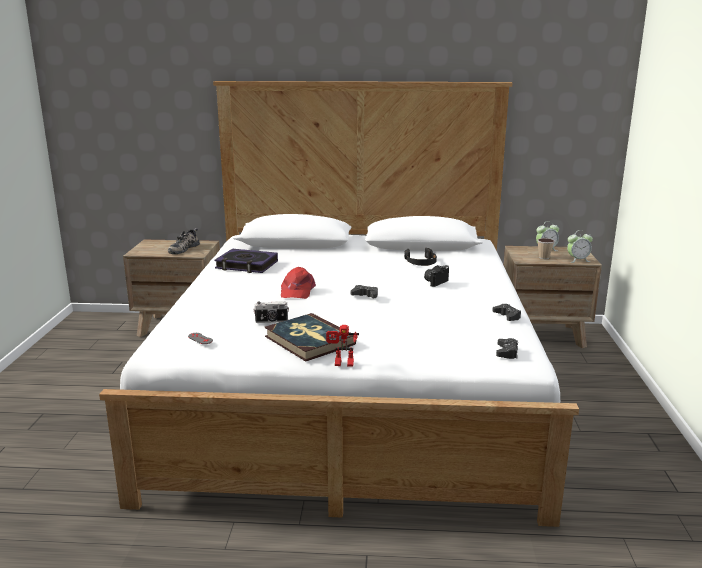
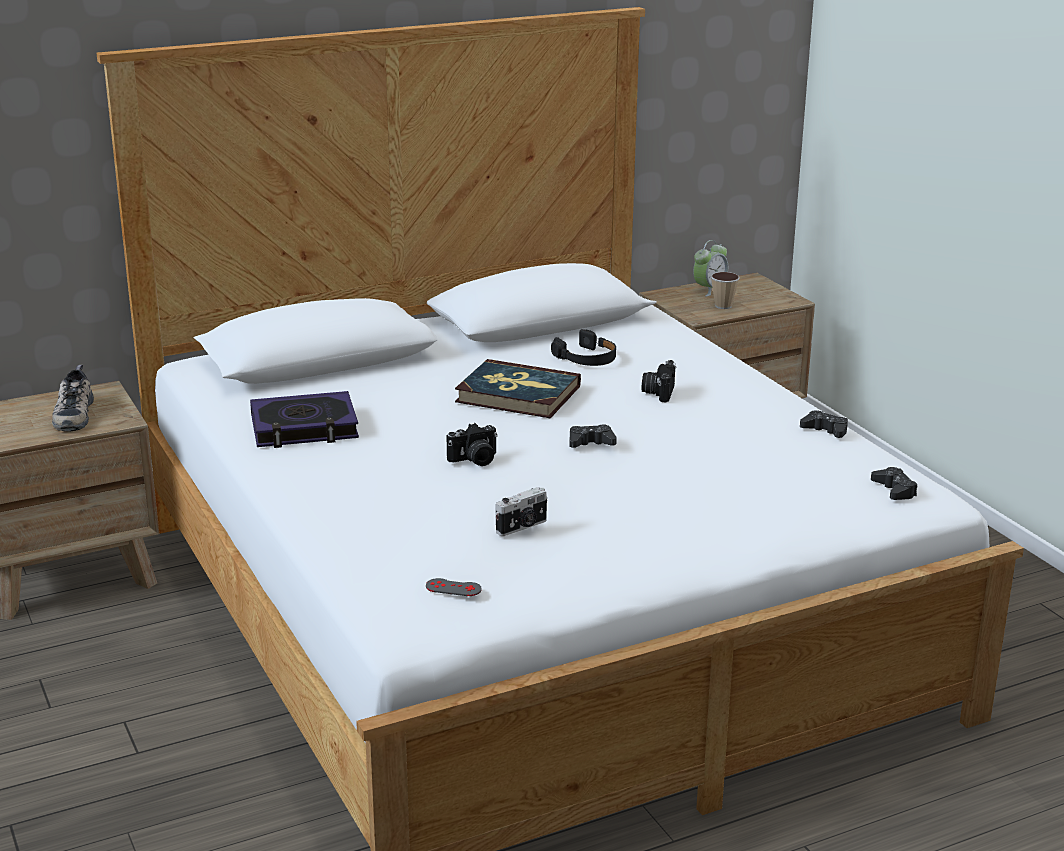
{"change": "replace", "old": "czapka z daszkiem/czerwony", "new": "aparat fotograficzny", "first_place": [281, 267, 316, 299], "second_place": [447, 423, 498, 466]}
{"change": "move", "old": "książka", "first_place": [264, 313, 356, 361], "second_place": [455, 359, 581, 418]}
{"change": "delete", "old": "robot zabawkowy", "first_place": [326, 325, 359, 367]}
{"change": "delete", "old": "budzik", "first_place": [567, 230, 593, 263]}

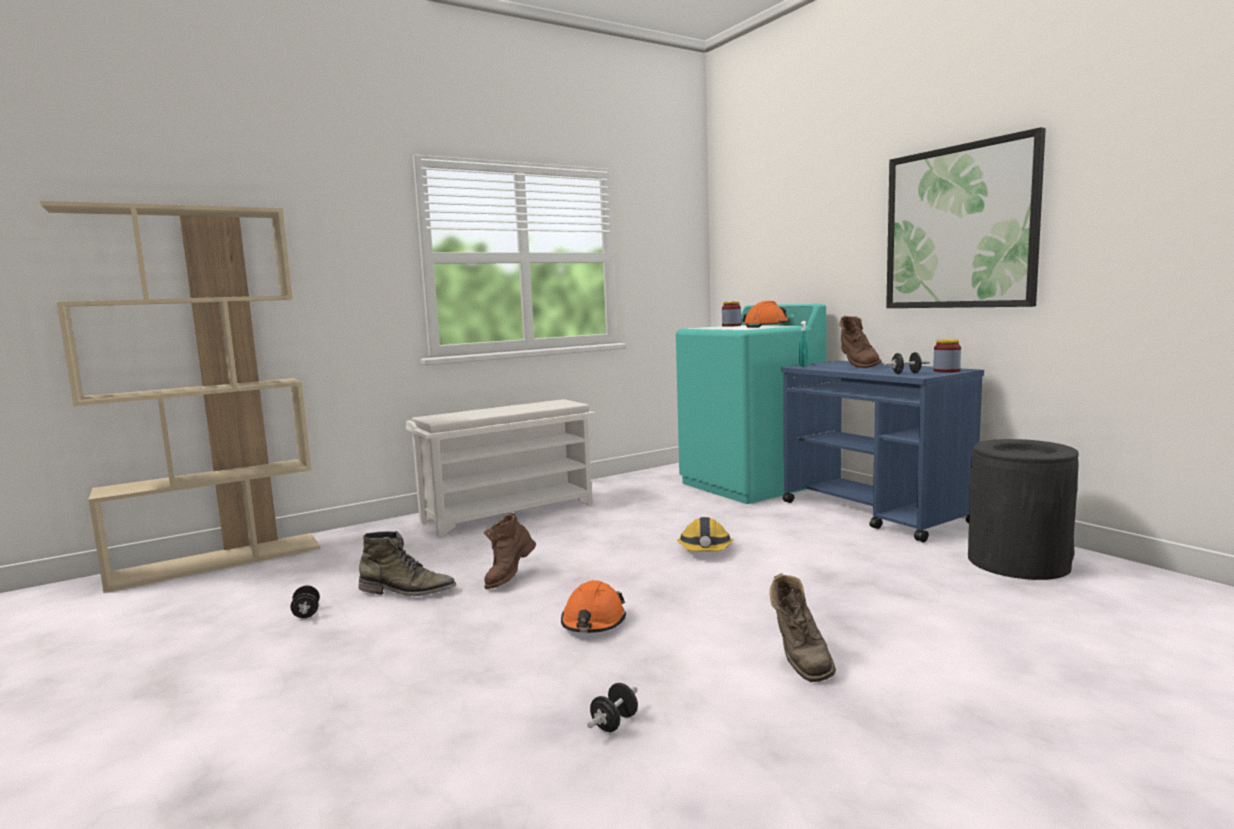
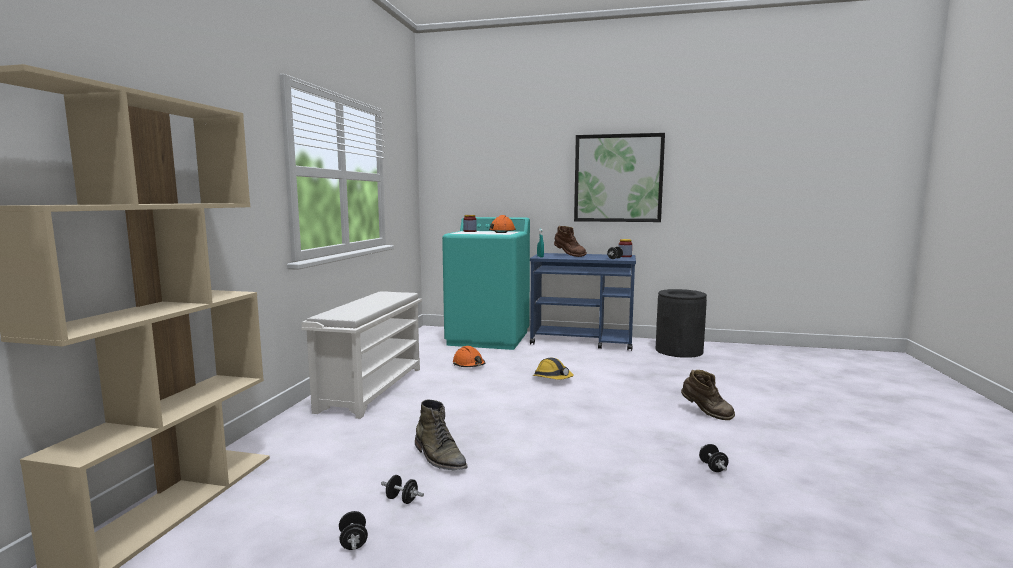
{"change": "insert", "new": "hantel/czarny", "second_place": [339, 511, 368, 550]}
{"change": "rotate", "old": "but z cholewką/zielony", "first_place": [359, 531, 456, 596], "second_place": [415, 399, 467, 471], "degrees": 90}
{"change": "move", "old": "kask/pomarańczowy", "first_place": [561, 580, 626, 633], "second_place": [453, 346, 485, 367]}
{"change": "delete", "old": "but z cholewką/brązowy", "first_place": [484, 513, 536, 589]}

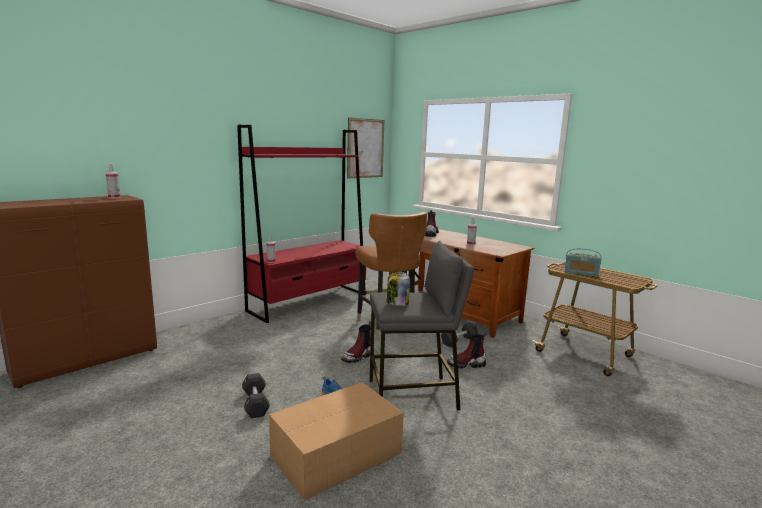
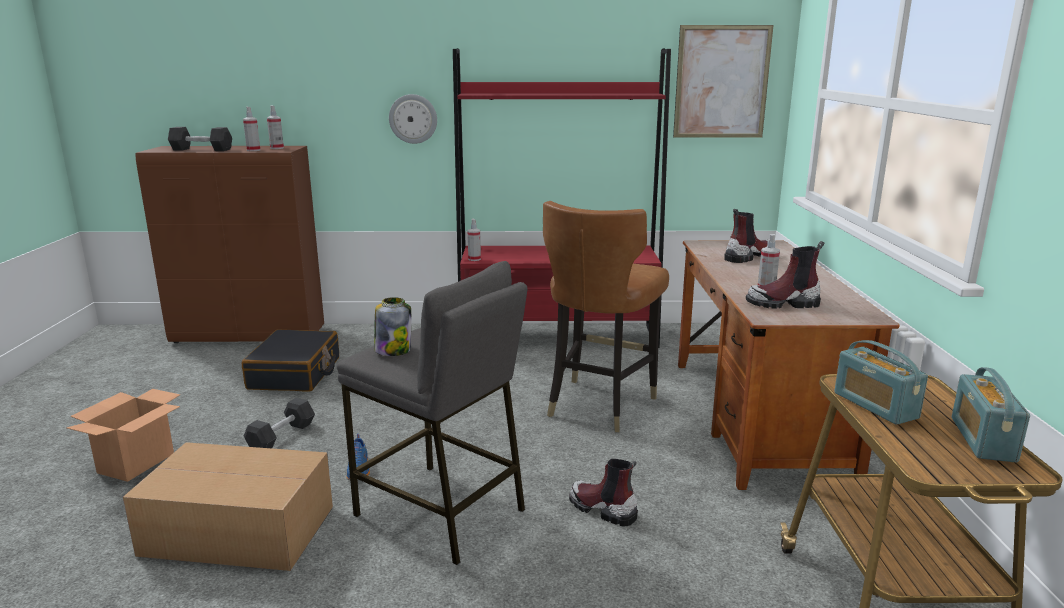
{"change": "insert", "new": "karton", "second_place": [67, 389, 180, 482]}
{"change": "move", "old": "hantel/czarny", "first_place": [441, 322, 478, 347], "second_place": [168, 127, 232, 151]}
{"change": "insert", "new": "walizka/czarny", "second_place": [242, 329, 339, 392]}
{"change": "insert", "new": "spryskiwacz", "second_place": [243, 107, 260, 151]}
{"change": "insert", "new": "zegar ścienny", "second_place": [389, 94, 437, 144]}
{"change": "move", "old": "but z cholewką", "first_place": [341, 321, 371, 363], "second_place": [746, 241, 824, 309]}
{"change": "insert", "new": "radio", "second_place": [952, 367, 1030, 462]}

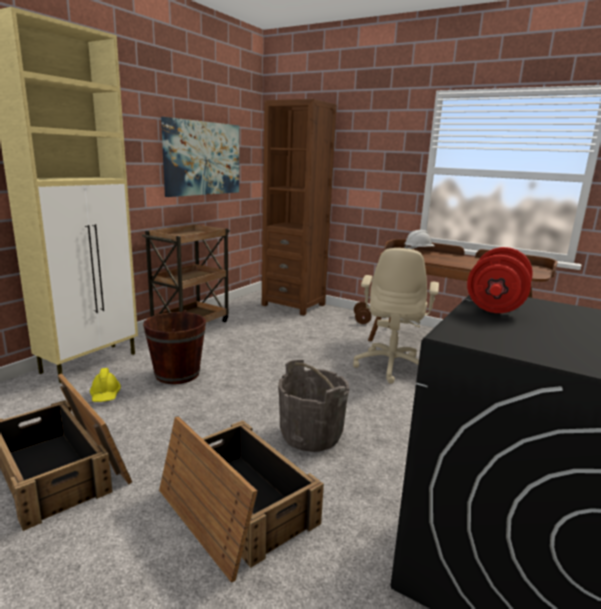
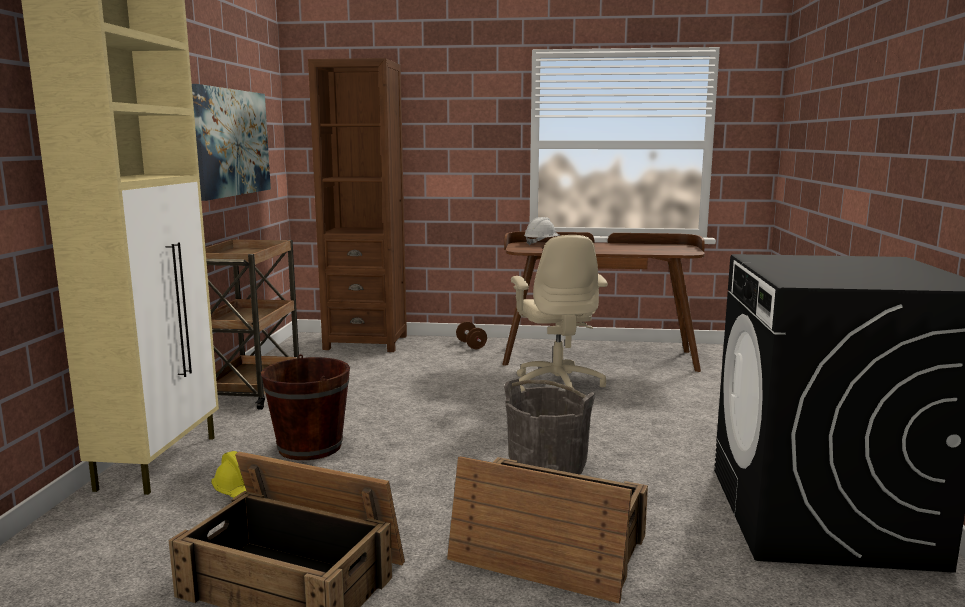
{"change": "delete", "old": "hantel/czerwony", "first_place": [467, 247, 533, 313]}

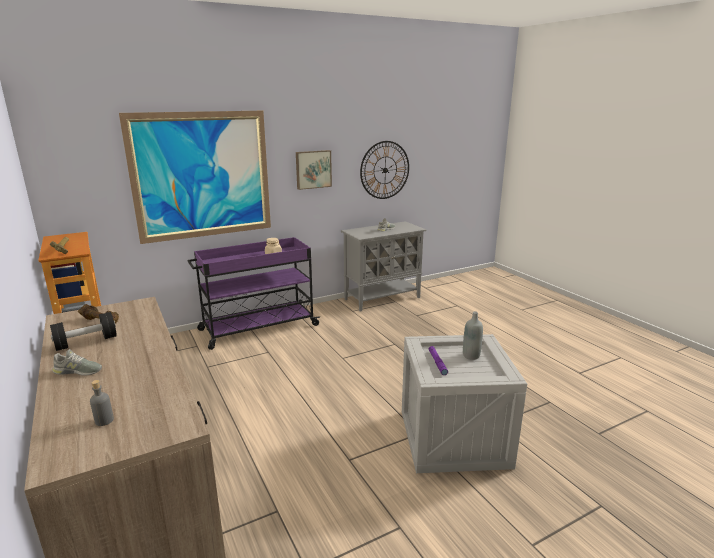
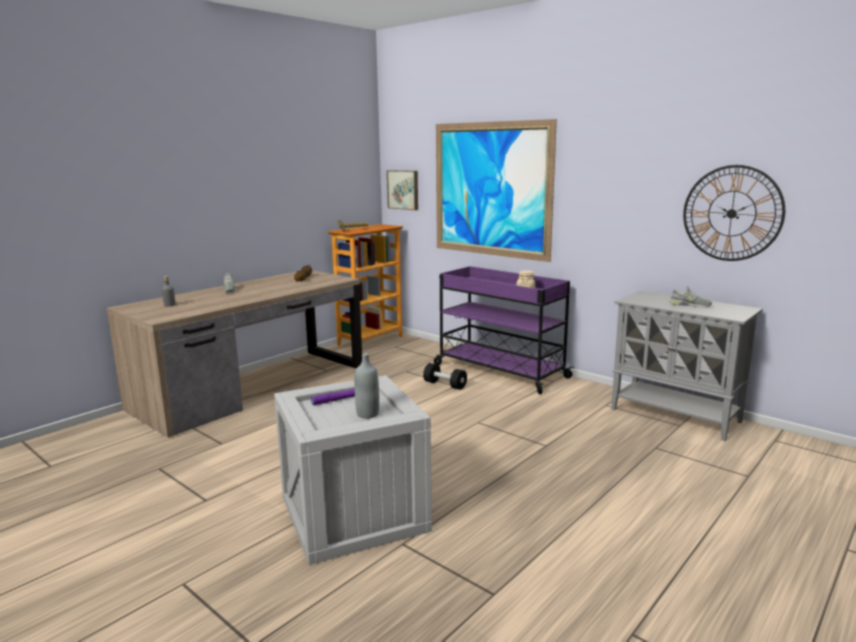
{"change": "move", "old": "obraz", "first_place": [296, 150, 332, 190], "second_place": [387, 170, 418, 210]}
{"change": "move", "old": "hantel/czarny", "first_place": [50, 312, 117, 351], "second_place": [423, 363, 467, 390]}

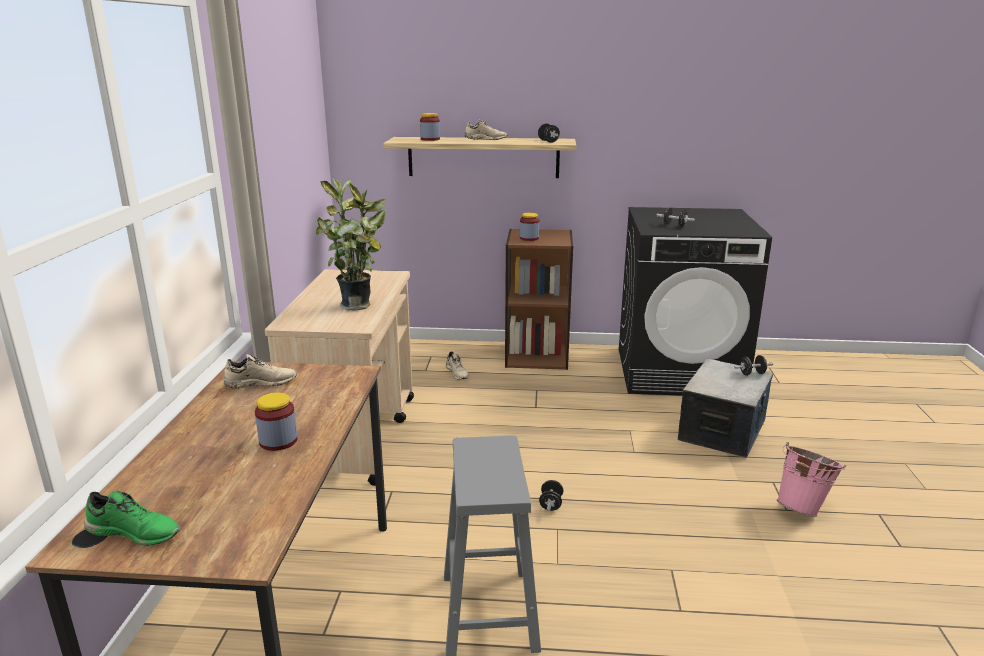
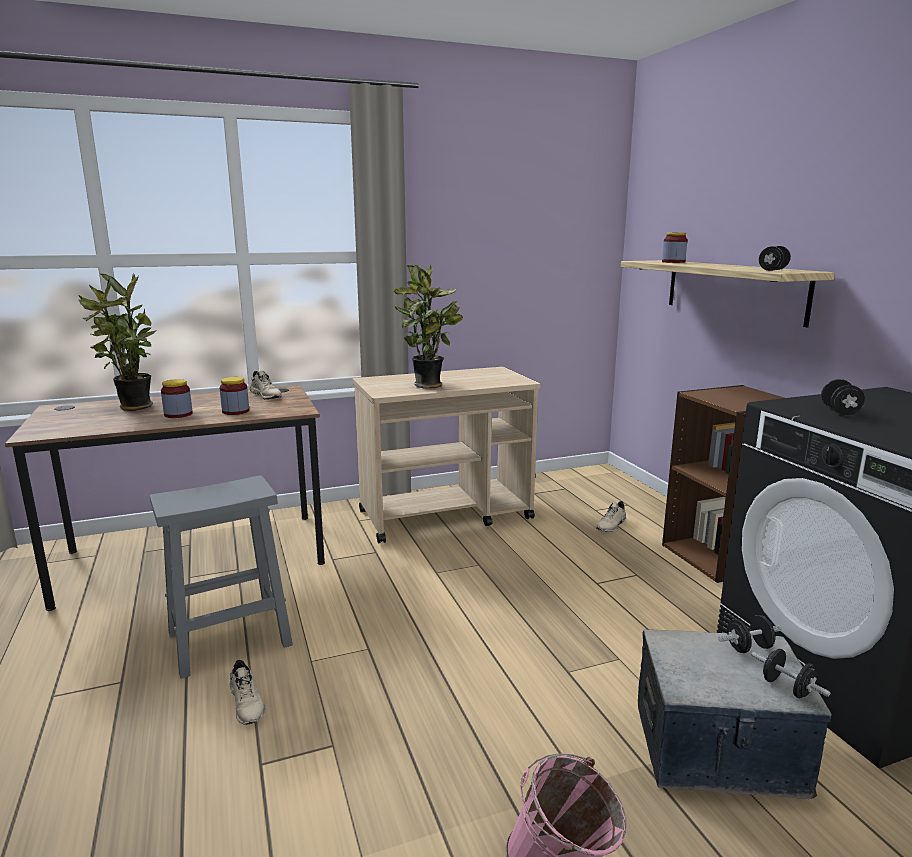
{"change": "insert", "new": "roślina doniczkowa", "second_place": [78, 274, 157, 411]}
{"change": "move", "old": "słoik", "first_place": [520, 213, 539, 241], "second_place": [219, 377, 249, 415]}
{"change": "move", "old": "but/beżowy", "first_place": [464, 119, 507, 140], "second_place": [230, 659, 265, 725]}
{"change": "move", "old": "hantel/czarny", "first_place": [539, 480, 563, 511], "second_place": [719, 615, 782, 653]}
{"change": "delete", "old": "but/zielony", "first_place": [84, 490, 180, 546]}

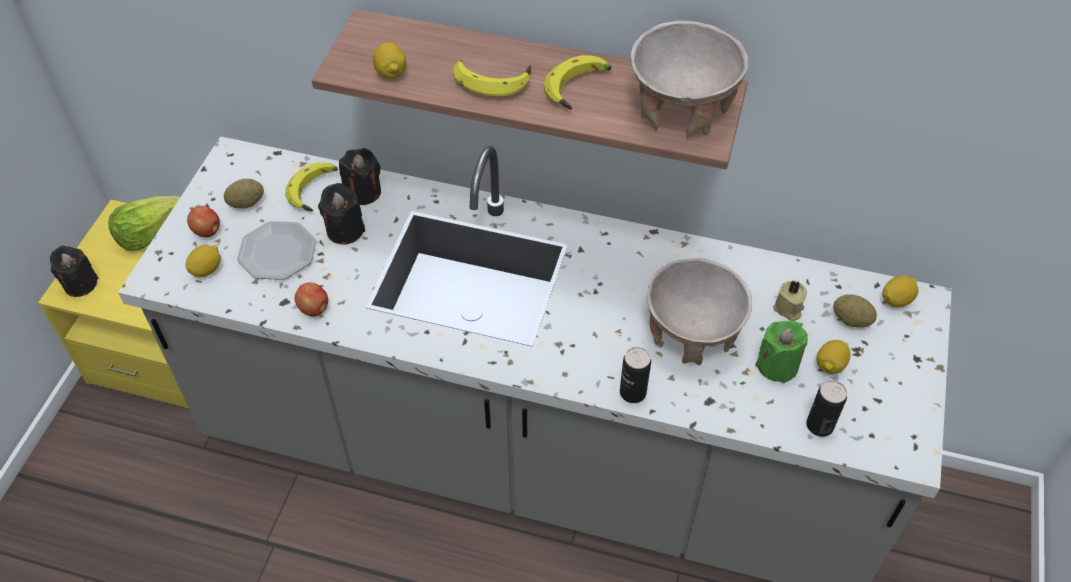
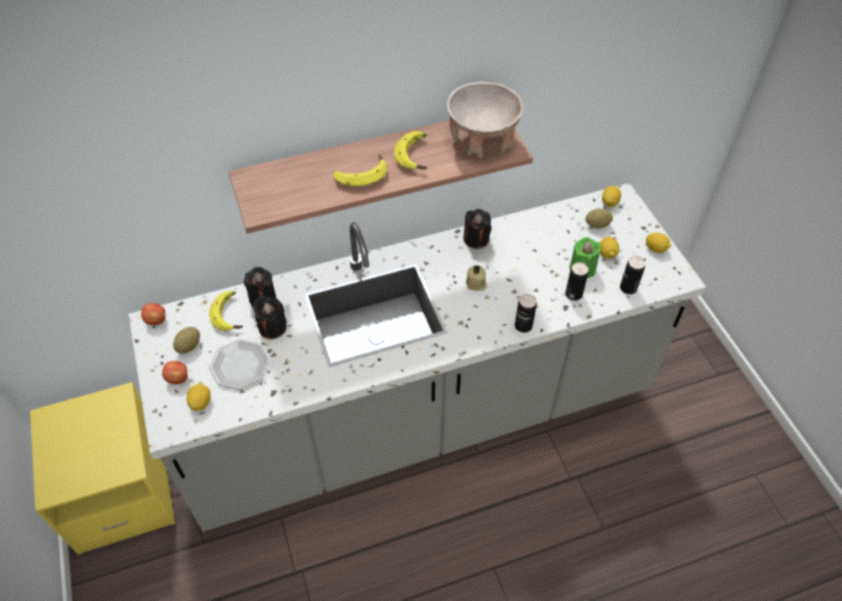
{"change": "move", "old": "jabłko", "first_place": [295, 282, 328, 317], "second_place": [141, 303, 165, 325]}
{"change": "move", "old": "świeca/czarny", "first_place": [50, 246, 98, 297], "second_place": [464, 209, 491, 249]}
{"change": "move", "old": "świeca/beżowy", "first_place": [773, 281, 807, 321], "second_place": [466, 265, 487, 291]}
{"change": "insert", "new": "puszka", "second_place": [565, 262, 589, 301]}
{"change": "move", "old": "cytryna", "first_place": [373, 42, 406, 79], "second_place": [646, 232, 671, 253]}
{"change": "delete", "old": "sałata", "first_place": [108, 196, 180, 250]}
{"change": "delete", "old": "miska/beżowy", "first_place": [647, 258, 752, 365]}

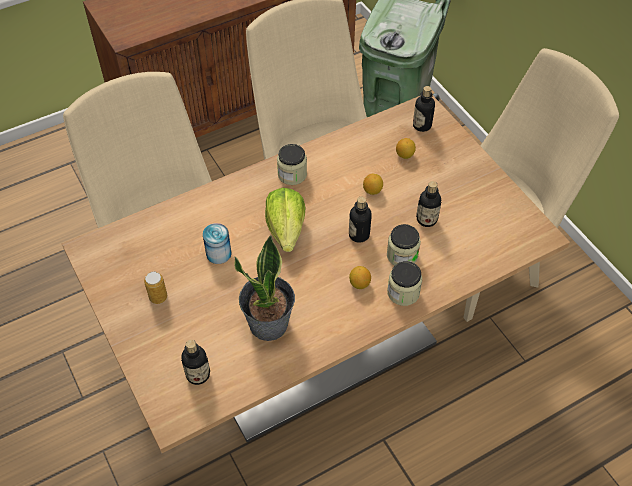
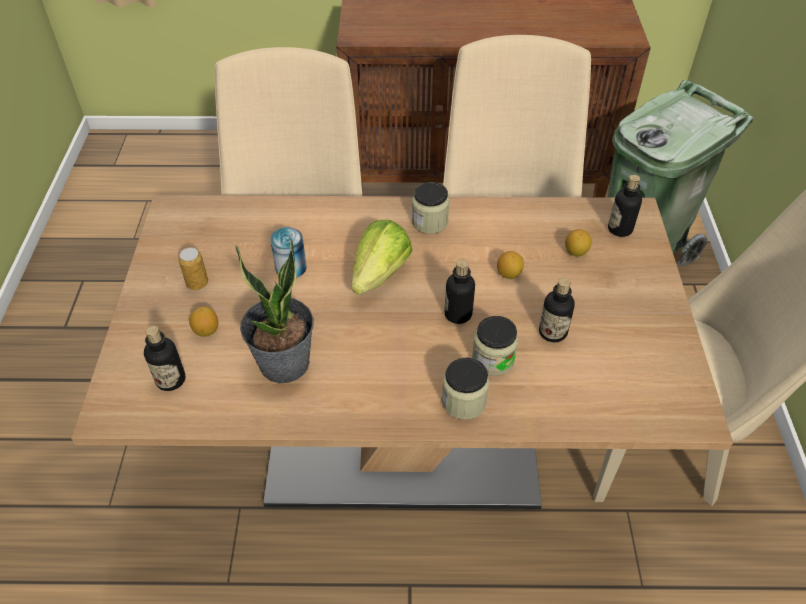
{"change": "move", "old": "cytryna", "first_place": [349, 266, 371, 289], "second_place": [189, 306, 218, 337]}

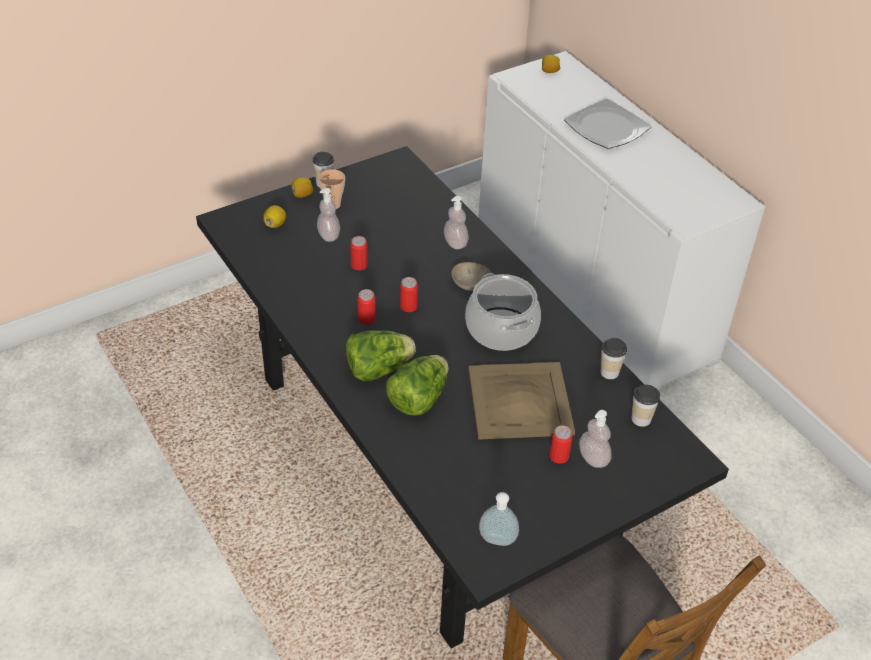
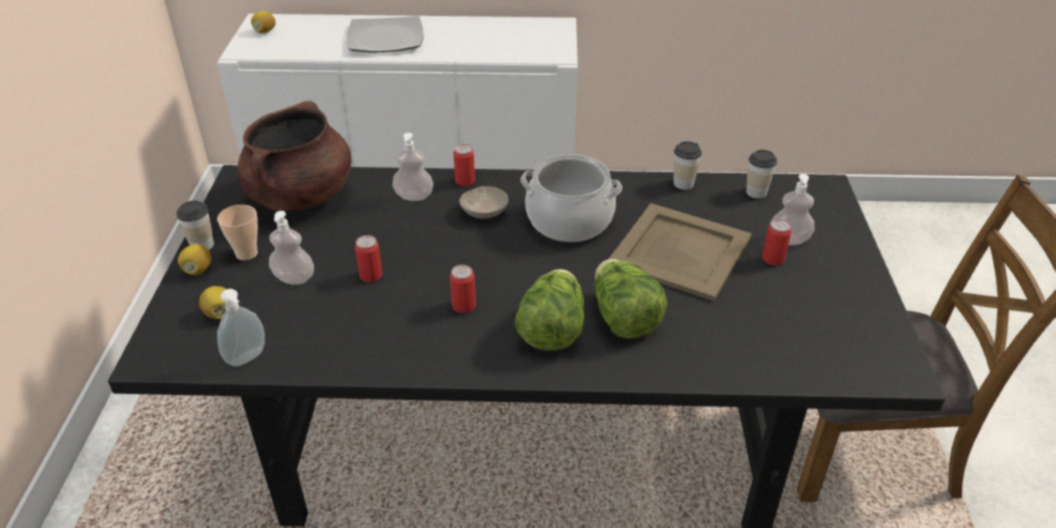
{"change": "move", "old": "dozownik mydła", "first_place": [479, 492, 519, 546], "second_place": [217, 289, 265, 366]}
{"change": "insert", "new": "garnek/brązowy", "second_place": [238, 100, 352, 211]}
{"change": "move", "old": "puszka", "first_place": [400, 277, 418, 312], "second_place": [454, 144, 475, 186]}

